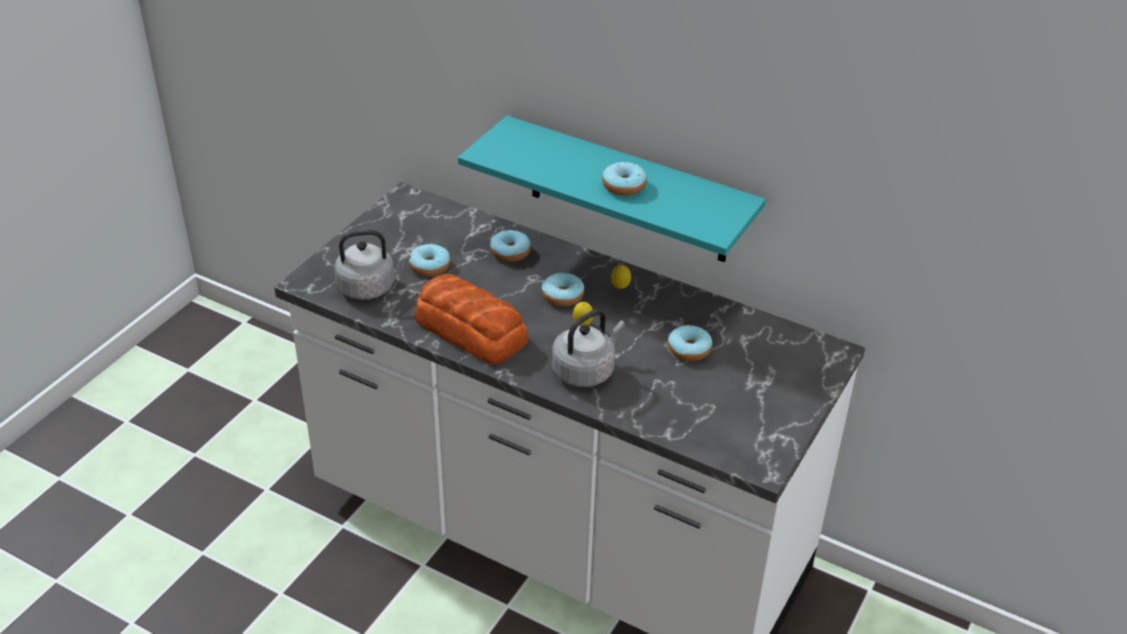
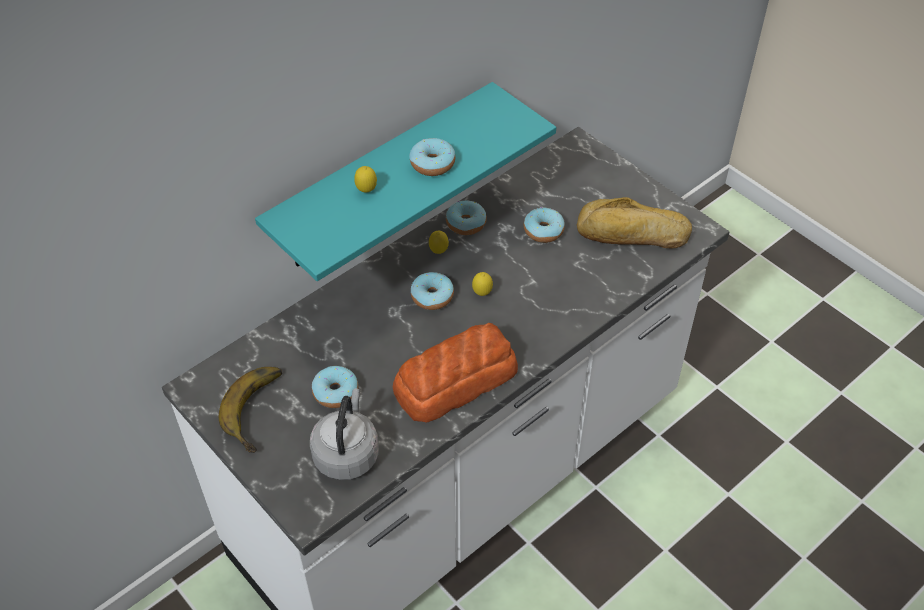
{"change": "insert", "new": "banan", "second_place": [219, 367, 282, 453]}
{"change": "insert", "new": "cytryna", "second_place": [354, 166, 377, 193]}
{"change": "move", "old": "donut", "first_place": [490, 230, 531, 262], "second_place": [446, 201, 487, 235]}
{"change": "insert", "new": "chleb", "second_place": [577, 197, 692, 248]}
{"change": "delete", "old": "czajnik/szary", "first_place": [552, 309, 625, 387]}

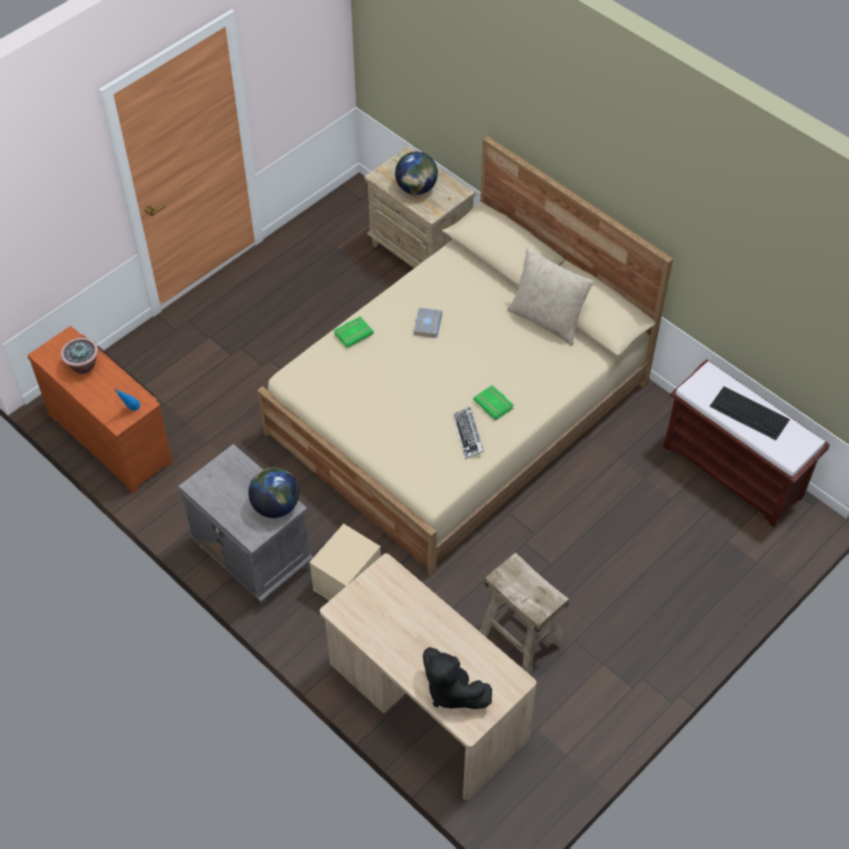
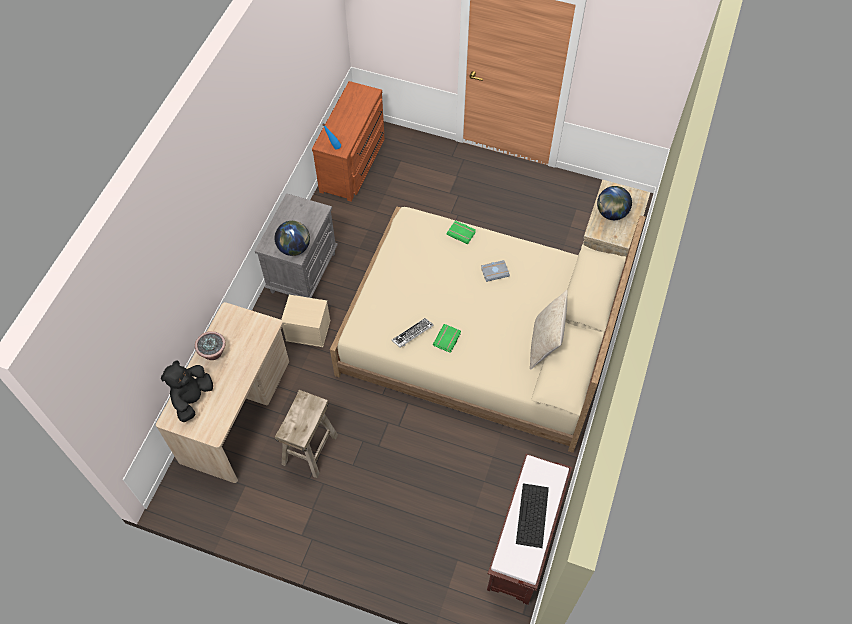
{"change": "move", "old": "roślina doniczkowa", "first_place": [60, 338, 98, 374], "second_place": [195, 331, 226, 360]}

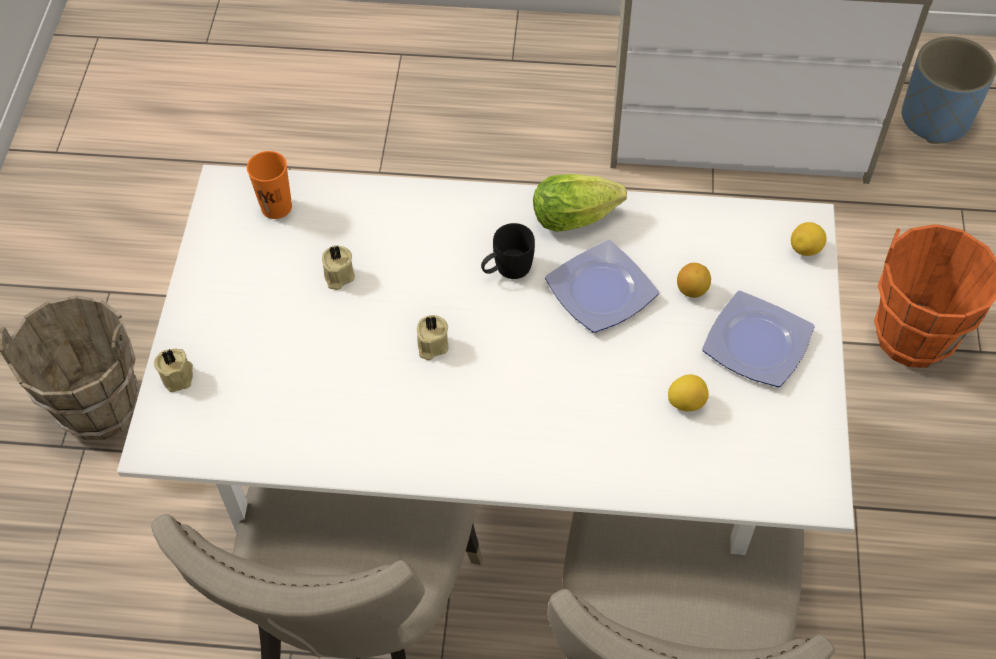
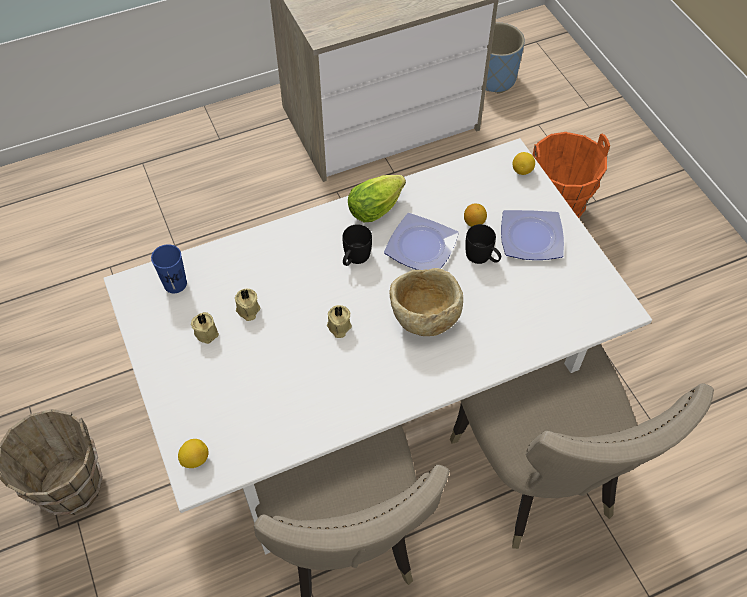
{"change": "recolor", "old": "filiżanka/pomarańczowy", "new": "filiżanka/niebieski", "first_place": [247, 151, 292, 219], "second_place": [151, 244, 187, 293]}
{"change": "move", "old": "cytryna", "first_place": [668, 375, 709, 411], "second_place": [178, 439, 209, 468]}
{"change": "move", "old": "świeca/beżowy", "first_place": [154, 348, 193, 392], "second_place": [191, 312, 219, 344]}
{"change": "insert", "new": "miska/beżowy", "second_place": [389, 268, 463, 336]}
{"change": "insert", "new": "kubek/czarny", "second_place": [465, 224, 501, 264]}

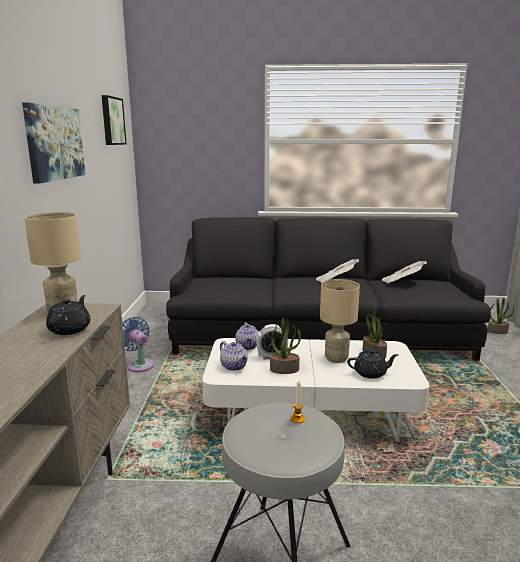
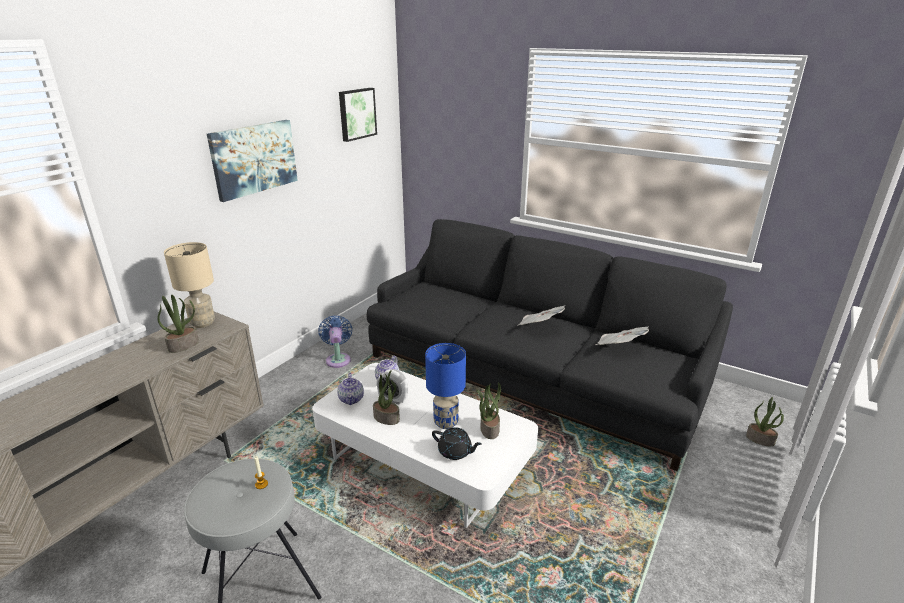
{"change": "replace", "old": "imbryk/czarny", "new": "roślina doniczkowa", "first_place": [46, 295, 91, 335], "second_place": [157, 295, 199, 353]}
{"change": "recolor", "old": "lampa stołowa/beżowy", "new": "lampa stołowa/niebieski", "first_place": [320, 279, 360, 363], "second_place": [425, 343, 466, 429]}

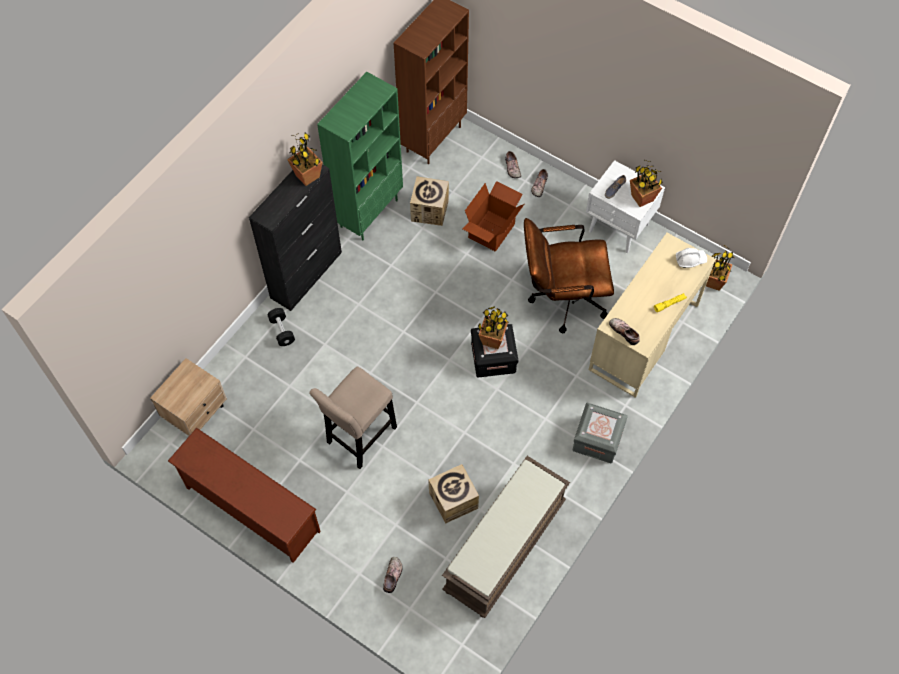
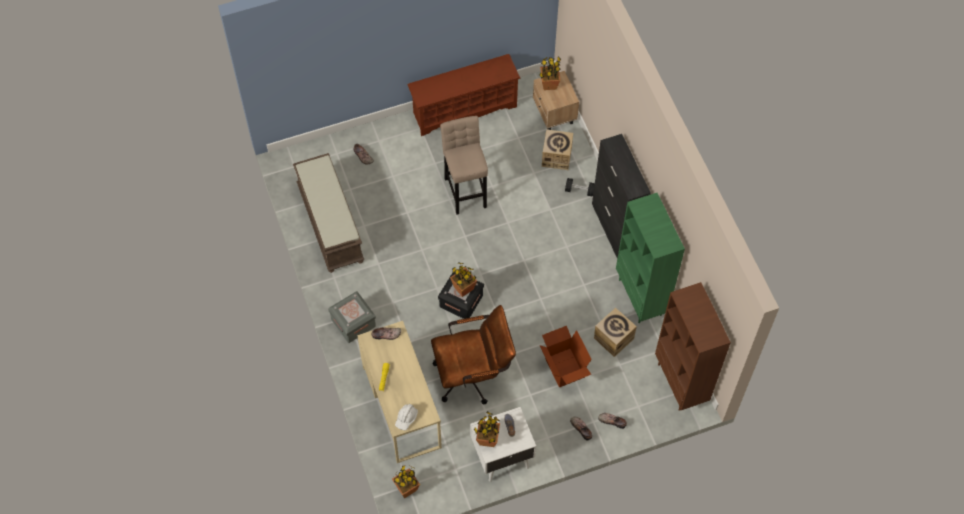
{"change": "rotate", "old": "krzesło biurowe/brązowy", "first_place": [524, 218, 614, 333], "second_place": [431, 305, 516, 404], "degrees": 45}
{"change": "move", "old": "roślina doniczkowa", "first_place": [287, 133, 323, 186], "second_place": [539, 56, 561, 90]}
{"change": "move", "old": "karton", "first_place": [428, 464, 479, 524], "second_place": [542, 129, 573, 170]}

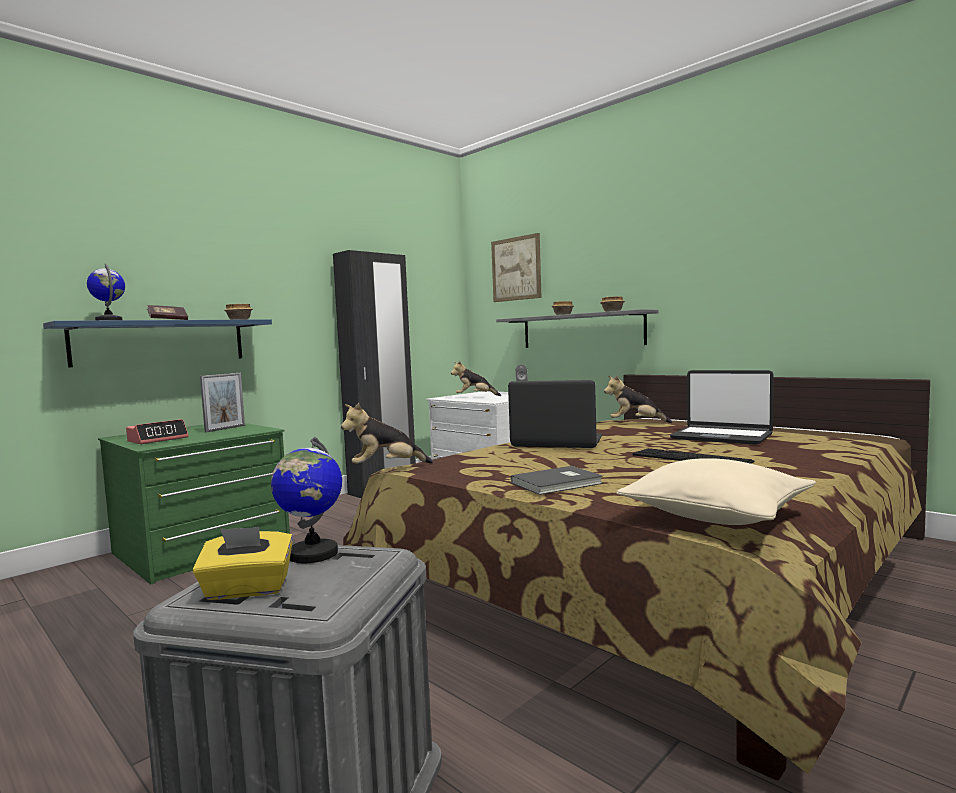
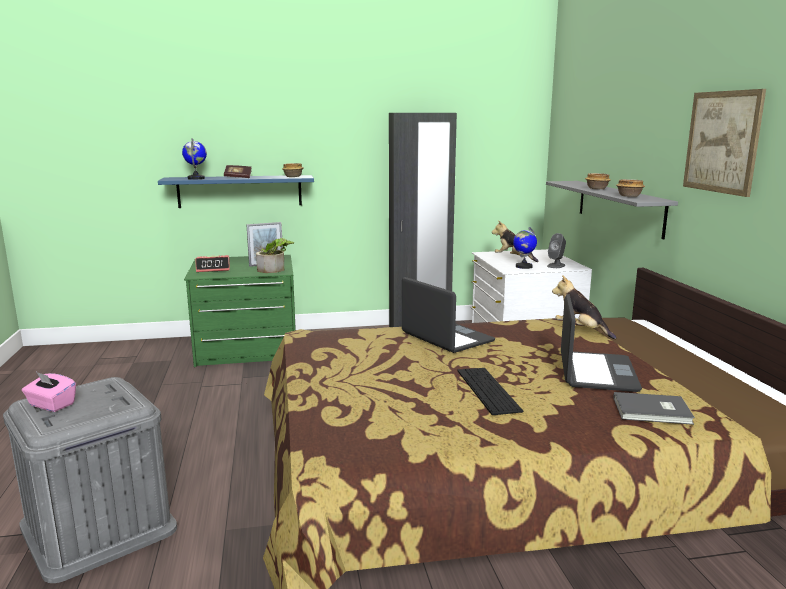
{"change": "recolor", "old": "pudełko chusteczek/żółty", "new": "pudełko chusteczek/różowy", "first_place": [192, 527, 293, 600], "second_place": [22, 372, 76, 412]}
{"change": "insert", "new": "roślina doniczkowa", "second_place": [256, 238, 295, 273]}
{"change": "move", "old": "globus", "first_place": [271, 437, 342, 563], "second_place": [513, 227, 537, 269]}
{"change": "rotate", "old": "laptop", "first_place": [670, 370, 774, 445], "second_place": [561, 294, 642, 392], "degrees": -150}
{"change": "move", "old": "książka/szary", "first_place": [511, 466, 603, 495], "second_place": [613, 392, 695, 425]}
{"change": "move", "old": "obraz", "first_place": [491, 233, 542, 302], "second_place": [683, 89, 766, 197]}
{"change": "delete", "old": "pluszak", "first_place": [341, 403, 433, 464]}
{"change": "delete", "old": "poduszka/beżowy", "first_place": [616, 458, 816, 525]}

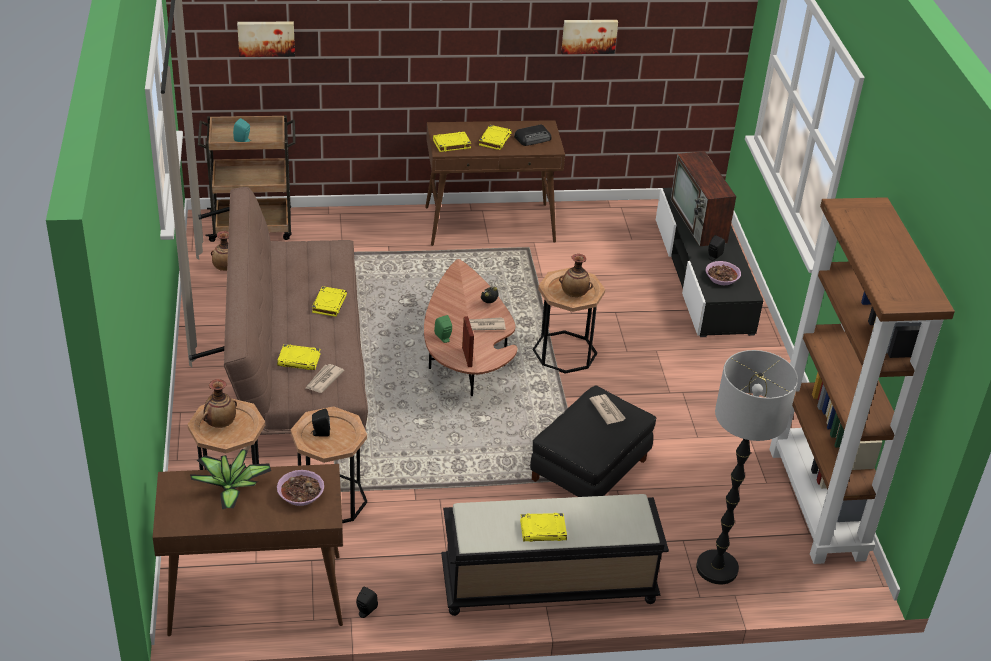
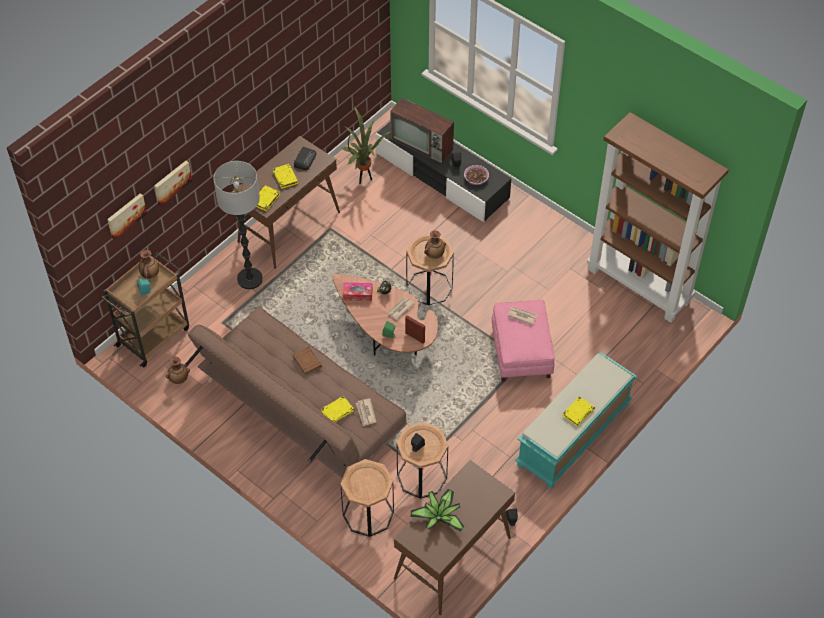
{"change": "move", "old": "wazon", "first_place": [203, 379, 237, 428], "second_place": [139, 250, 159, 279]}
{"change": "move", "old": "obraz", "first_place": [561, 20, 618, 54], "second_place": [154, 161, 192, 206]}
{"change": "move", "old": "lampa stojąca", "first_place": [696, 350, 798, 585], "second_place": [213, 161, 263, 290]}
{"change": "recolor", "old": "książka/żółty", "new": "książka/brązowy", "first_place": [312, 286, 347, 317], "second_place": [292, 347, 322, 376]}
{"change": "insert", "new": "roślina doniczkowa", "second_place": [342, 107, 392, 184]}
{"change": "insert", "new": "pudełko chusteczek", "second_place": [343, 283, 373, 301]}
{"change": "recolor", "old": "pufa/czarny", "new": "pufa/różowy", "first_place": [530, 385, 657, 497], "second_place": [492, 300, 555, 382]}
{"change": "recolor", "old": "ławka/czarny", "new": "ławka/turkusowy", "first_place": [441, 494, 669, 616], "second_place": [515, 352, 637, 489]}
{"change": "delete", "old": "miska", "first_place": [277, 470, 324, 506]}

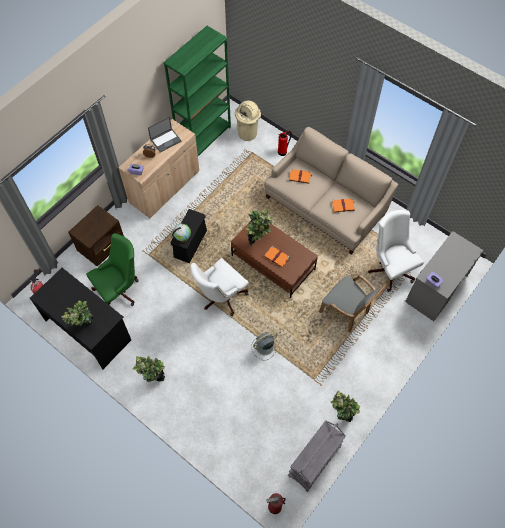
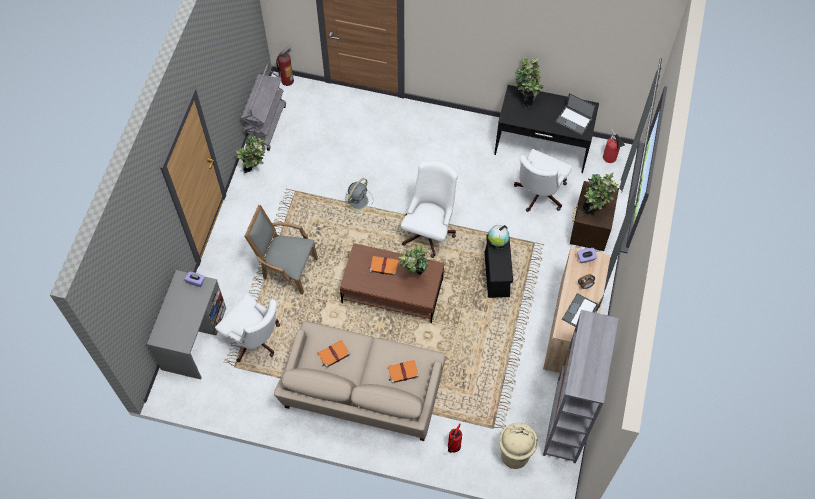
{"change": "recolor", "old": "krzesło biurowe/zielony", "new": "krzesło biurowe/biały", "first_place": [86, 233, 139, 306], "second_place": [514, 149, 572, 212]}
{"change": "recolor", "old": "regał/zielony", "new": "regał/szary", "first_place": [164, 26, 231, 156], "second_place": [543, 310, 619, 463]}
{"change": "insert", "new": "laptop", "second_place": [556, 93, 596, 135]}
{"change": "move", "old": "roślina doniczkowa", "first_place": [132, 356, 165, 382], "second_place": [582, 172, 618, 216]}

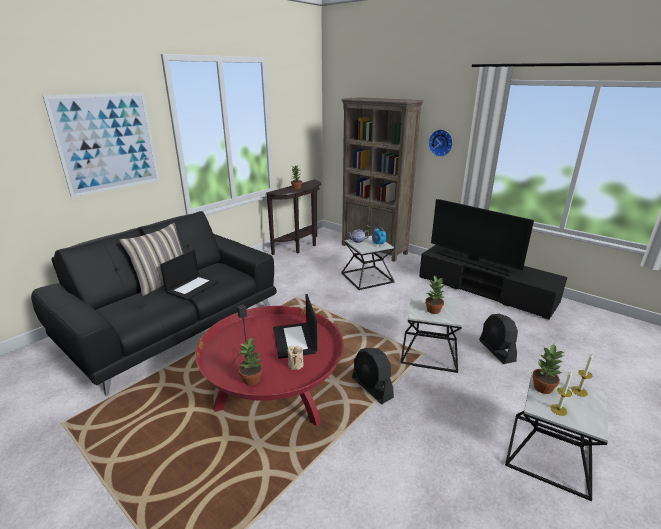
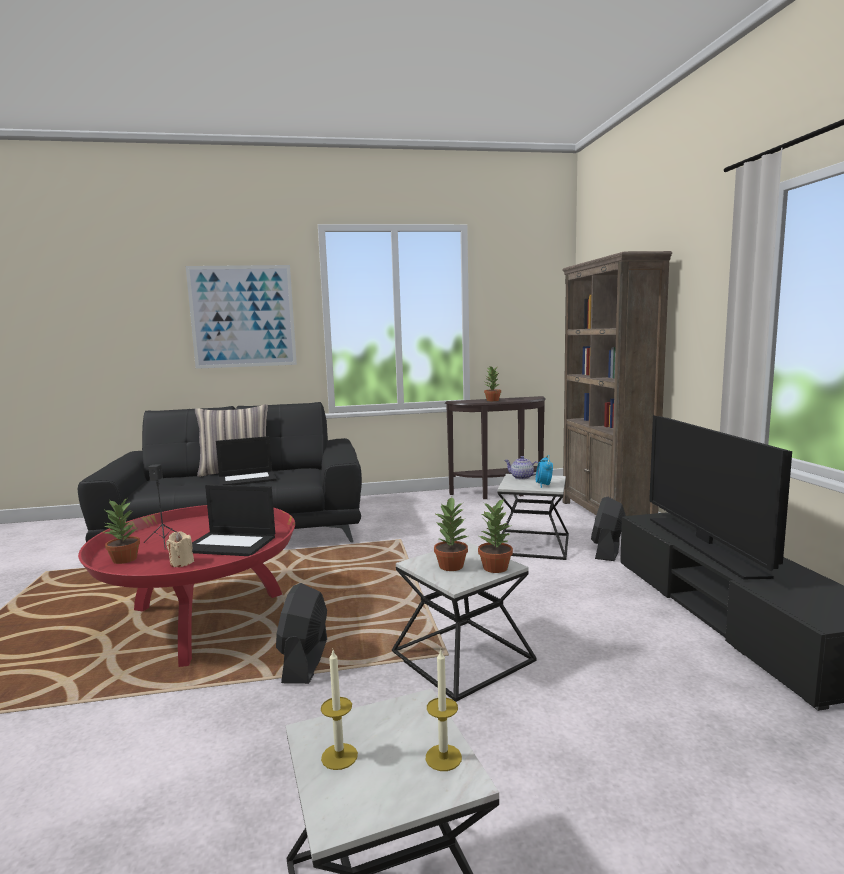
{"change": "rotate", "old": "laptop", "first_place": [273, 294, 317, 359], "second_place": [192, 484, 275, 556], "degrees": -105}
{"change": "move", "old": "roślina doniczkowa", "first_place": [532, 344, 565, 394], "second_place": [478, 499, 513, 573]}
{"change": "move", "old": "wentylator/czarny", "first_place": [479, 314, 518, 364], "second_place": [591, 497, 626, 561]}
{"change": "delete", "old": "zegar ścienny", "first_place": [428, 129, 453, 157]}

